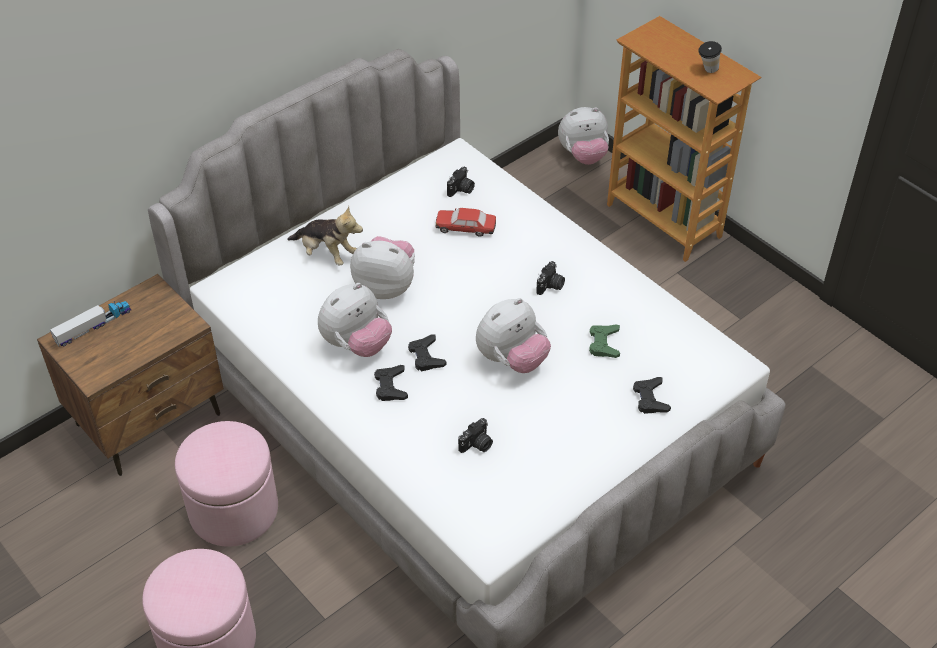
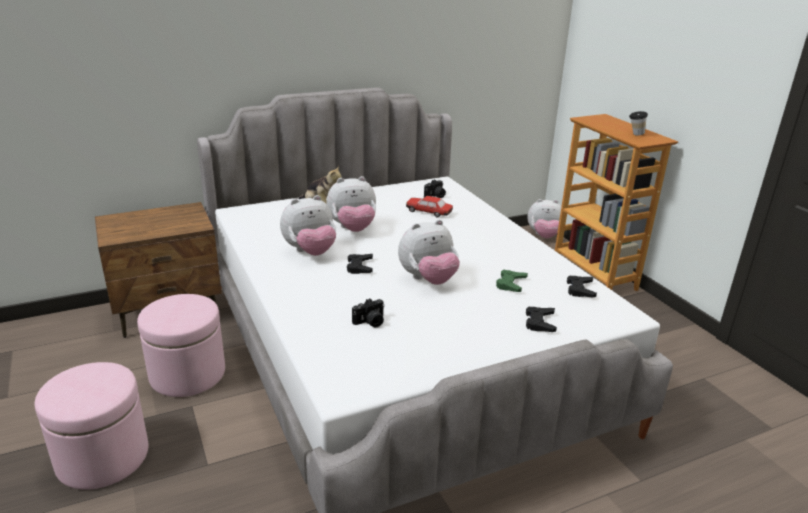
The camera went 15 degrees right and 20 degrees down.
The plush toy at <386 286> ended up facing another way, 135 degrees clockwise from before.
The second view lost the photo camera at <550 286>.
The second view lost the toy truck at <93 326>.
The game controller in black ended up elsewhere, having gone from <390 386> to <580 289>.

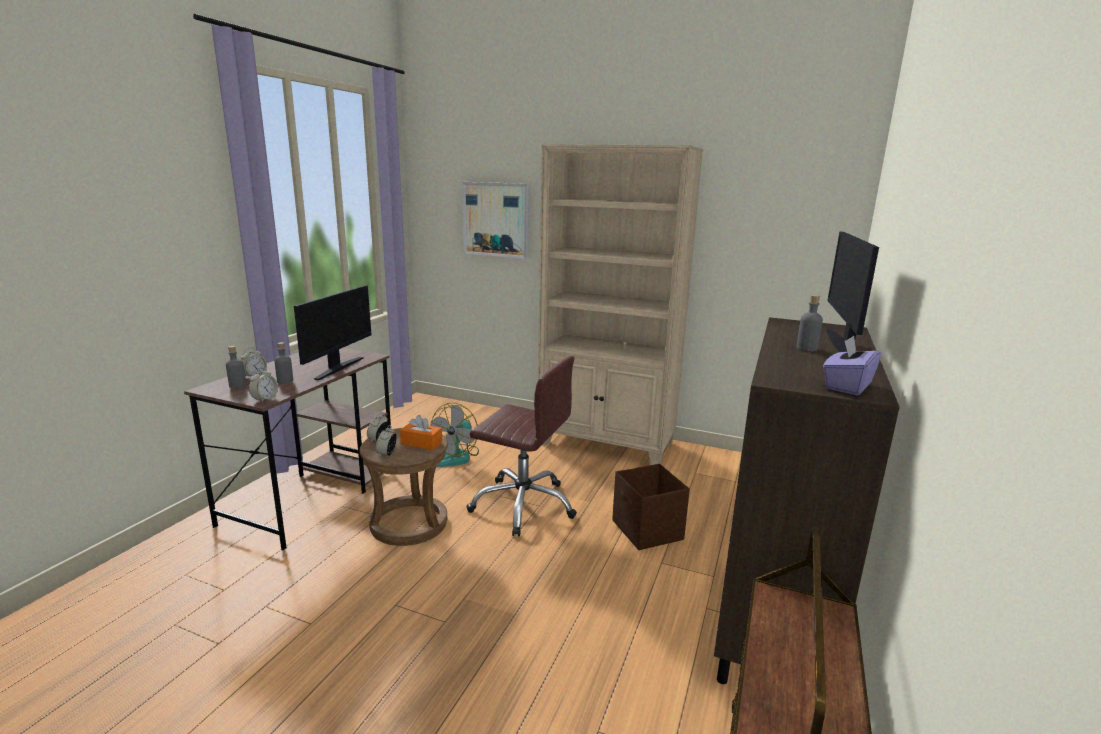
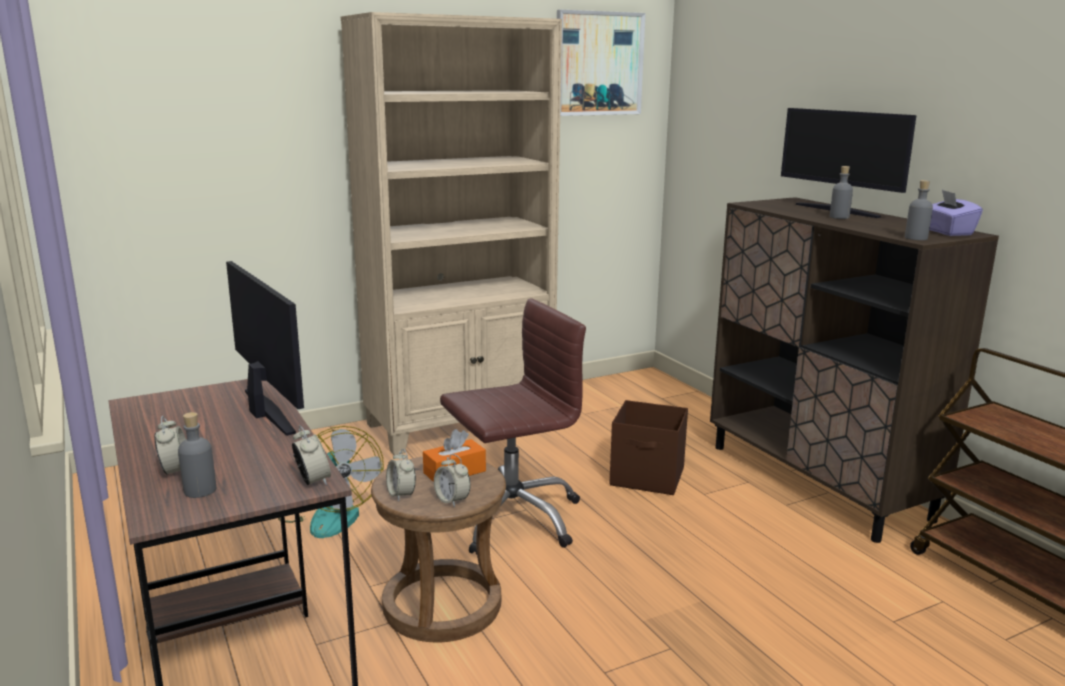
The camera went 50 degrees left and 0 degrees up.
The picture ended up elsewhere, having gone from <496 219> to <598 64>.
The bottle in grey ended up elsewhere, having gone from <285 381> to <916 238>.

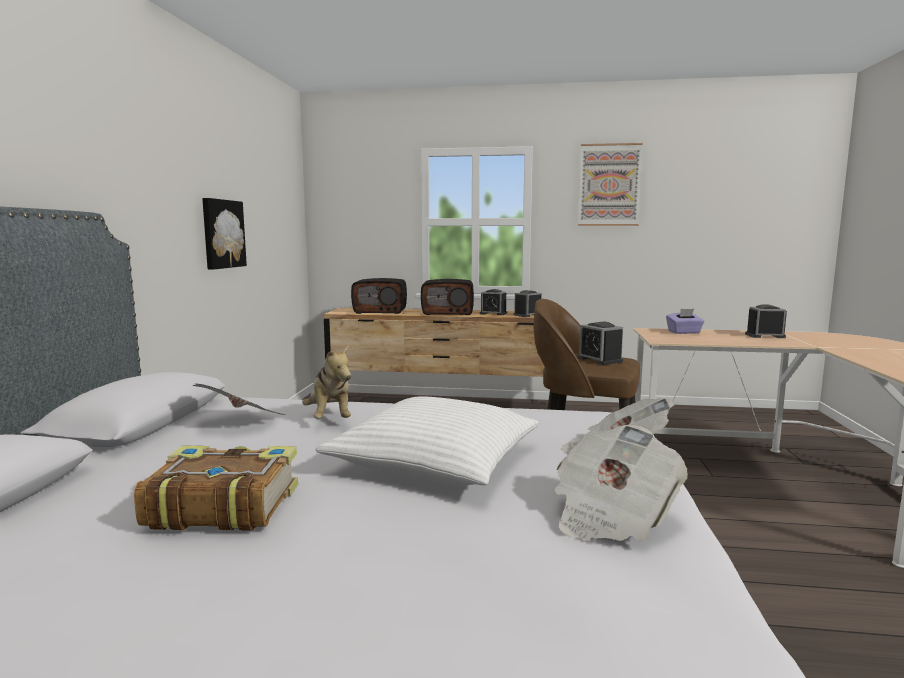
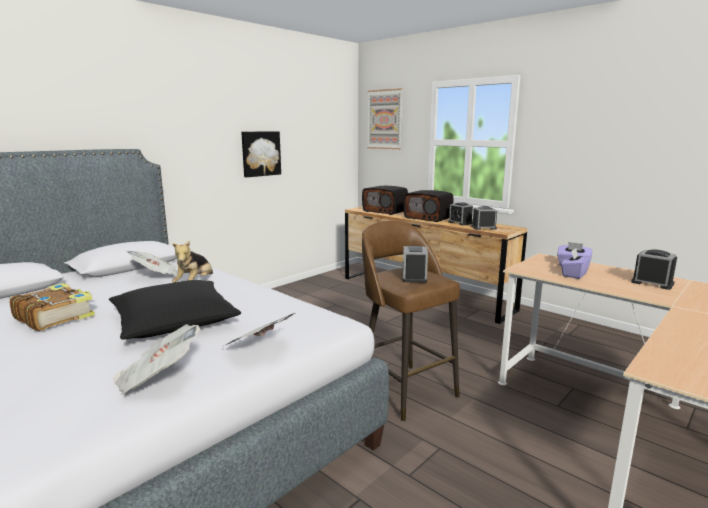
The camera went 35 degrees right and 5 degrees up.
The picture ended up elsewhere, having gone from <609 185> to <385 119>.
What was the pillow in white at <436 461> turned into the pillow in black at <175 321>.
The second view gained the tissue box in purple at <574 274>.

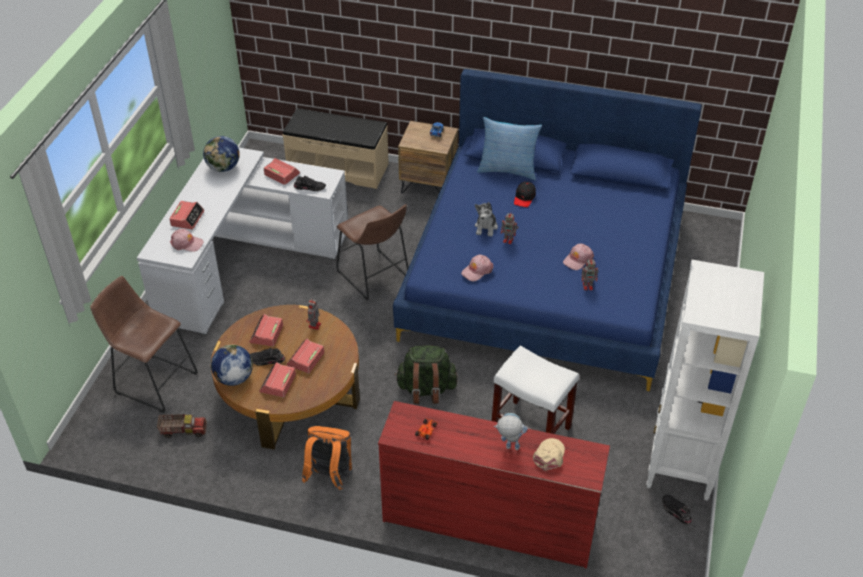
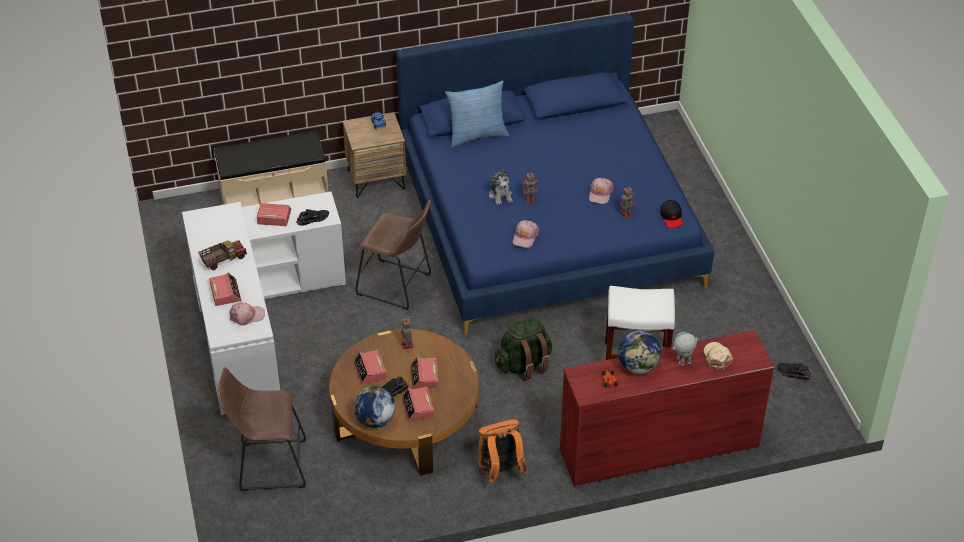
The camera went 30 degrees left and 0 degrees up.
The globe ended up elsewhere, having gone from <224 168> to <638 367>.
The cap in black ended up elsewhere, having gone from <524 198> to <672 217>.
The second view lost the bookcase in white at <680 464>.
The toy truck ended up elsewhere, having gone from <183 430> to <223 260>.

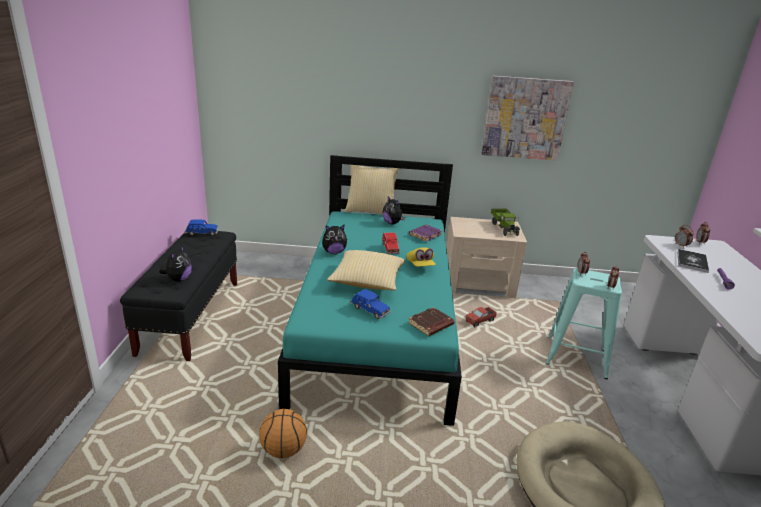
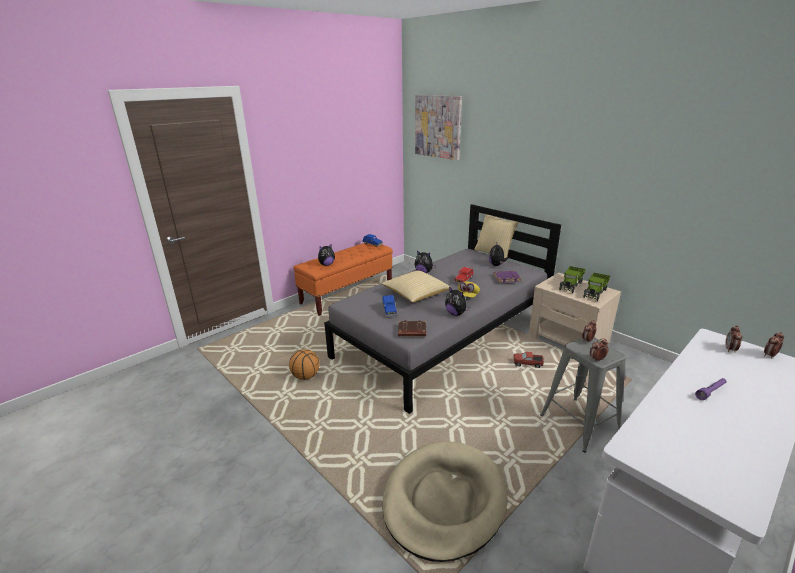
The camera went 45 degrees right and 0 degrees up.
The picture ended up elsewhere, having gone from <525 118> to <438 126>.
What was the bed in turquoise at <377 325> turned into the bed in grey at <445 337>.
What was the bench in black at <191 316> turned into the bench in orange at <347 294>.
The second view lost the book at <692 261>.
What was the stool in turquoise at <576 357> turned into the stool in grey at <579 424>.
The second view gained the toy truck at <571 285>.
The second view gained the plush toy at <456 314>.

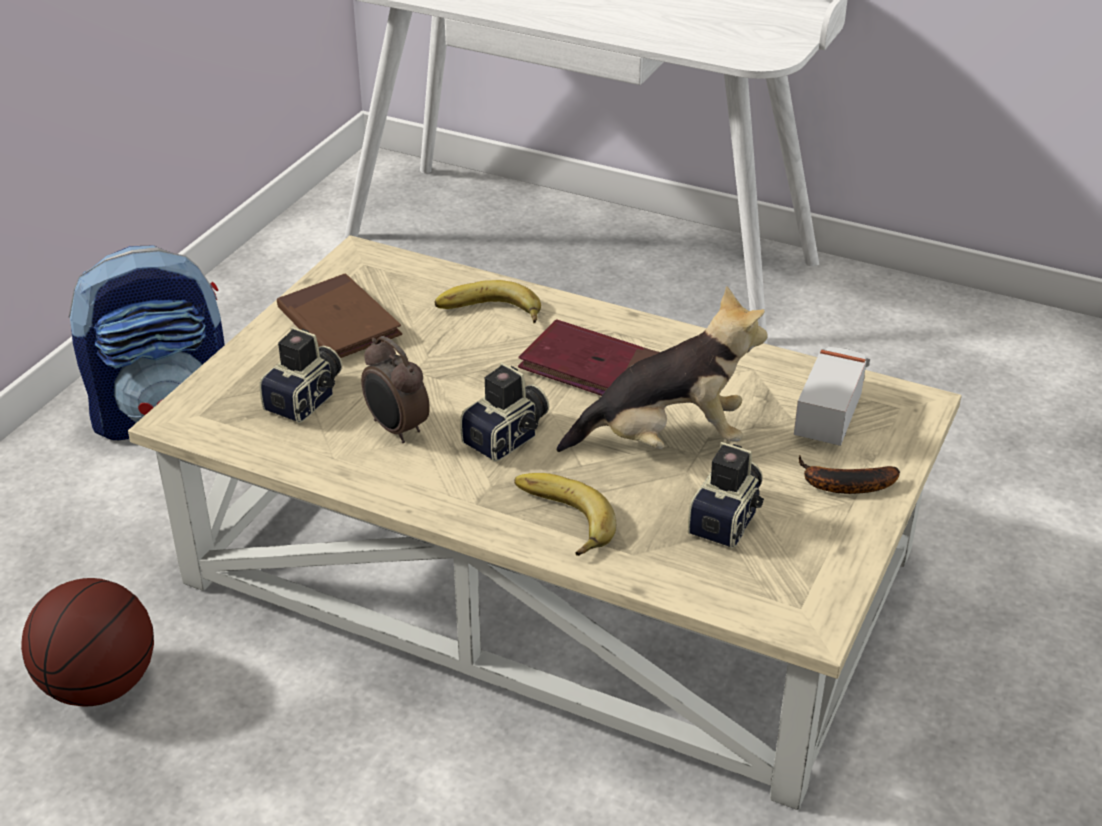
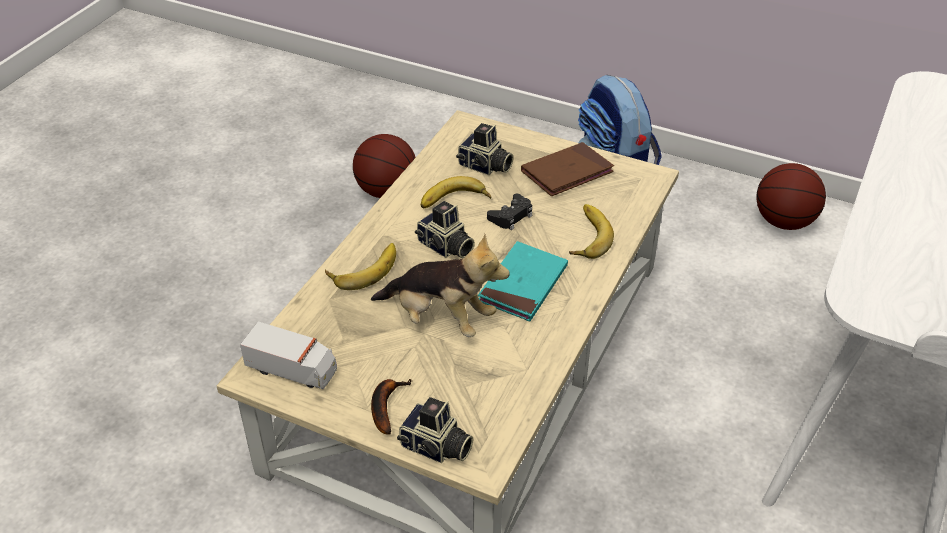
The camera went 90 degrees right and 5 degrees up.
The plush toy at <666 440> ended up facing another way, 60 degrees counterclockwise from before.
What was the book in red at <592 368> turned into the book in turquoise at <523 285>.
Where the alarm clock stood at <396 429>, the banana came to stand at <455 201>.
The toy truck ended up elsewhere, having gone from <830 412> to <292 370>.
The photo camera ended up elsewhere, having gone from <729 519> to <436 448>.
The second view gained the basketball at <784 222>.
The second view gained the game controller in black at <511 216>.

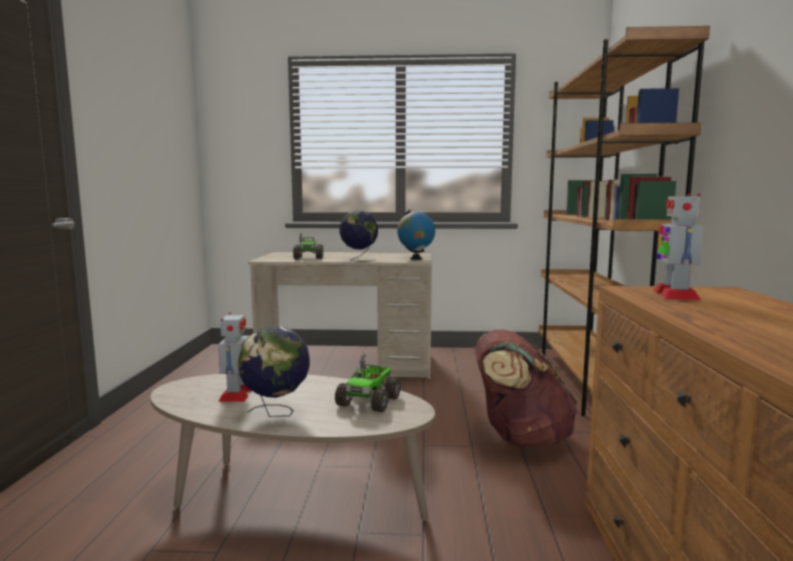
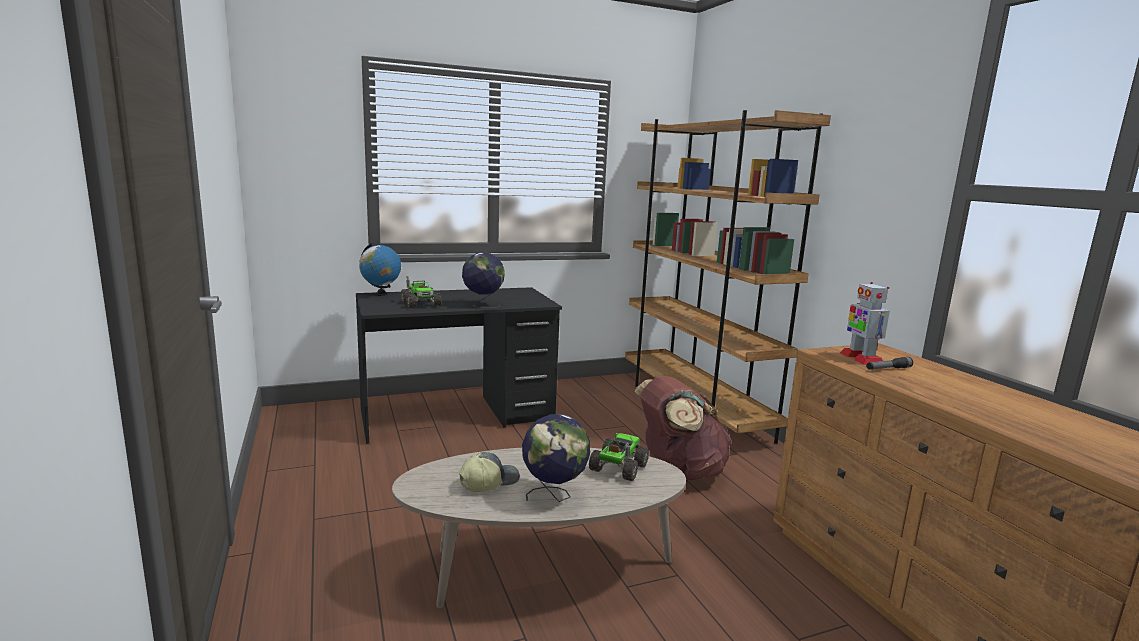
The camera went 25 degrees left and 5 degrees up.
The globe ended up elsewhere, having gone from <415 259> to <381 294>.
What was the desk in beige at <348 365> turned into the desk in black at <457 415>.
Where the toy robot stood at <237 394>, the cap came to stand at <488 482>.
The toy truck at <369 401> ended up facing another way, 150 degrees counterclockwise from before.
The second view gained the flashlight at <888 369>.

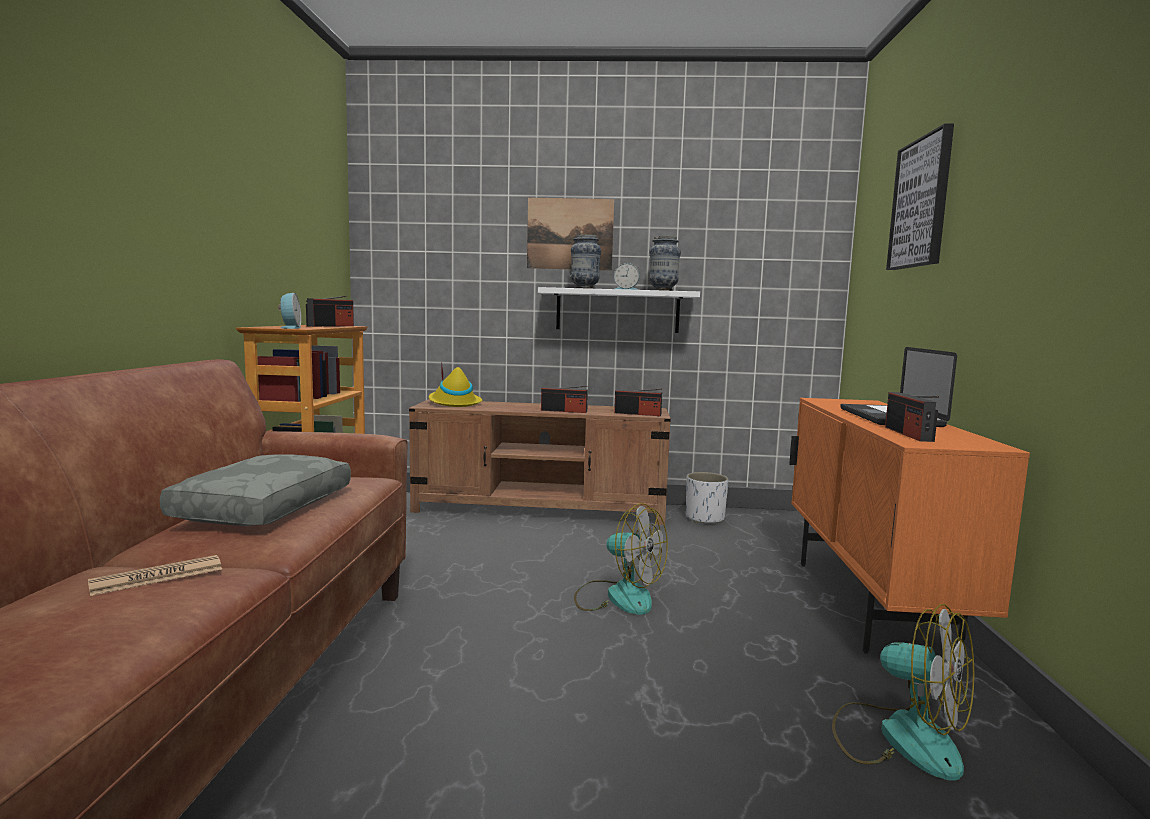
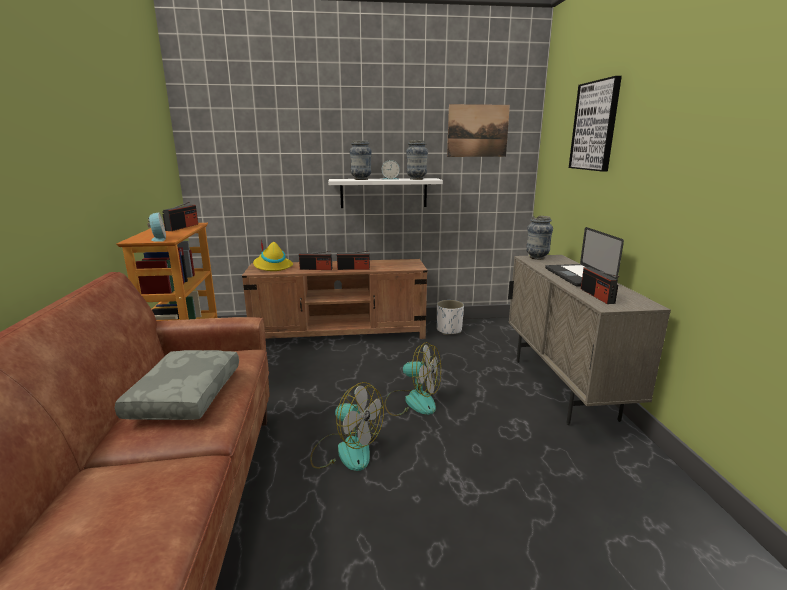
The camera went 10 degrees left and 10 degrees up.
The picture ended up elsewhere, having gone from <570 234> to <477 131>.
The radio ended up elsewhere, having gone from <637 414> to <316 269>.
What was the cabinet in orange at <869 605> turned into the cabinet in beige at <562 388>.
The second view lost the newspaper at <157 576>.
The fan ended up elsewhere, having gone from <899 737> to <346 450>.
The second view gained the vase at <537 257>.

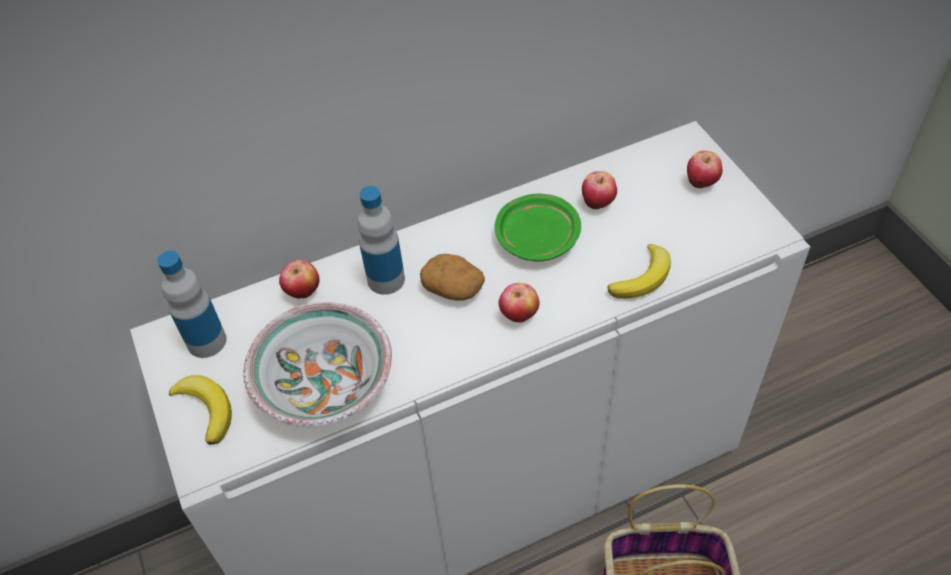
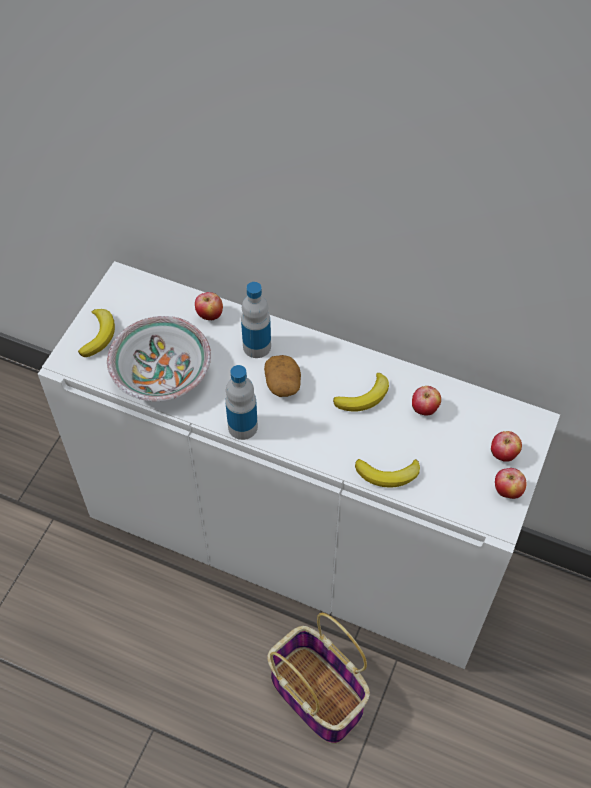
The camera went 45 degrees right and 5 degrees up.
Where the plate in green stood at <537 237>, the banana came to stand at <364 397>.
The bottle ended up elsewhere, having gone from <206 341> to <242 427>.
The apple ended up elsewhere, having gone from <519 316> to <507 492>.

